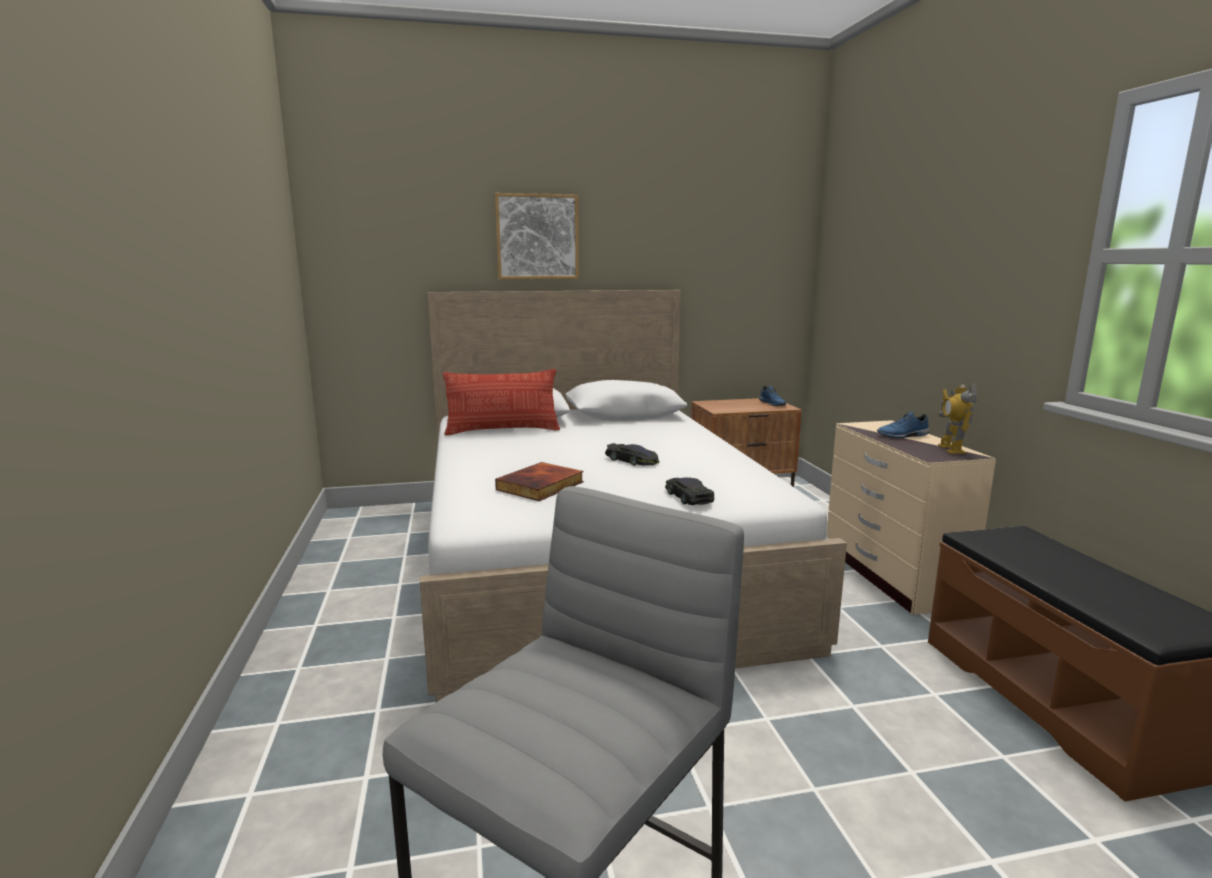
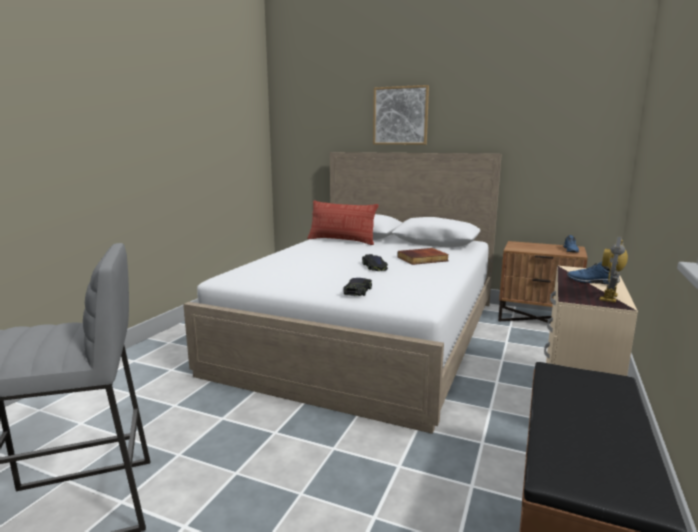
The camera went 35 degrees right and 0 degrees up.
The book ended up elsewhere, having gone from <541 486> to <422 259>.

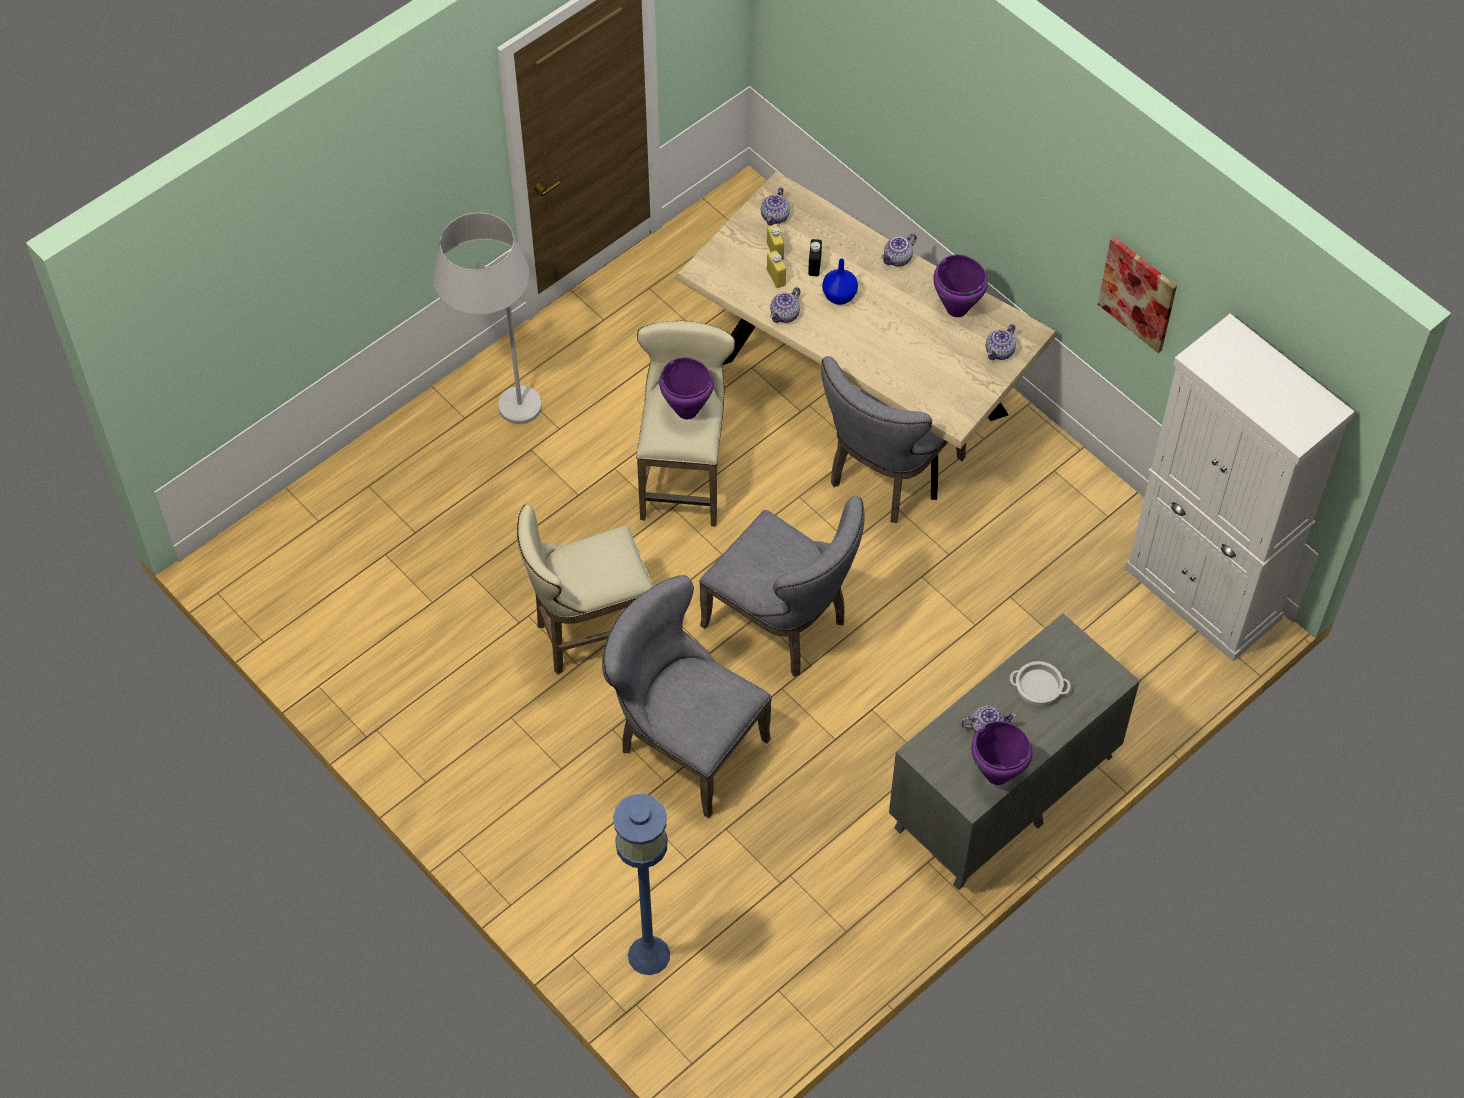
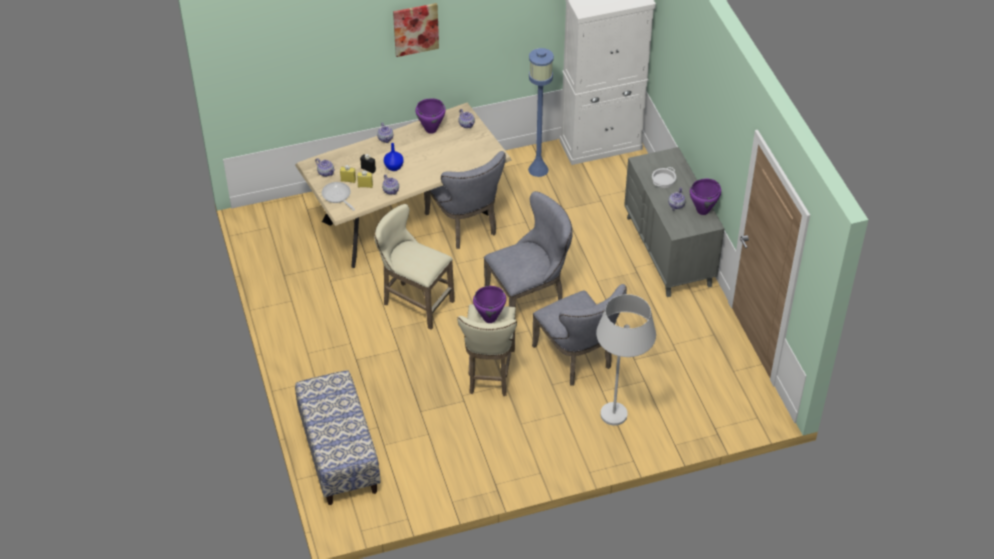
The camera went 65 degrees left and 10 degrees down.
The floor lamp in white ended up elsewhere, having gone from <500 418> to <618 426>.
The picture ended up elsewhere, having gone from <1138 293> to <415 29>.
The cooking pot in purple ended up elsewhere, having gone from <687 411> to <490 318>.
The chair in grey at <684 744> ended up facing another way, 90 degrees counterclockwise from before.
The floor lamp in blue ended up elsewhere, having gone from <648 955> to <538 170>.
The second view gained the frying pan at <337 196>.
The second view gained the bench at <339 454>.

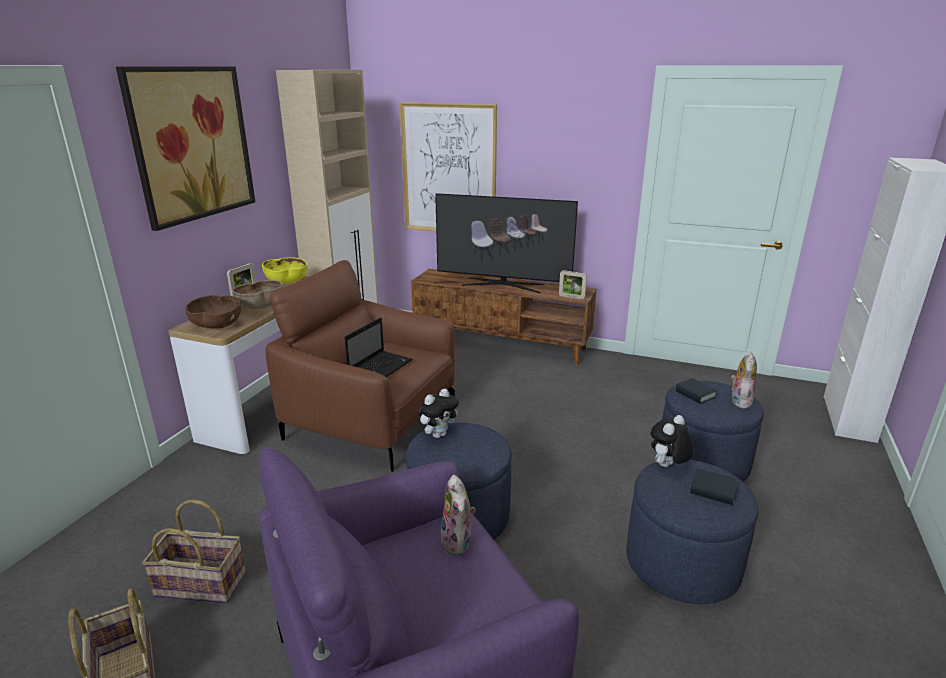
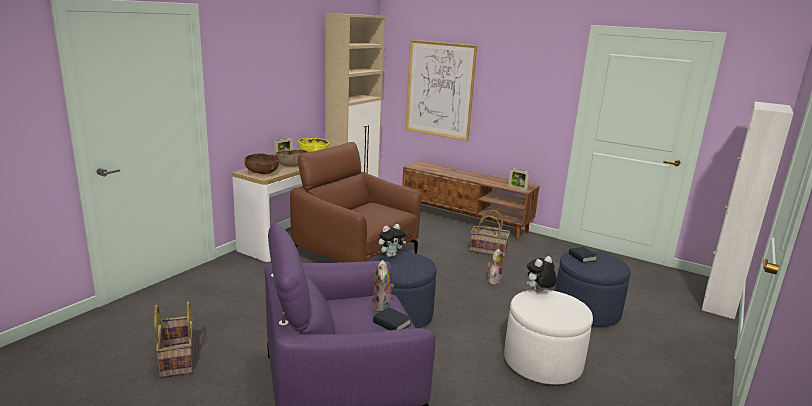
The camera went 10 degrees right and 5 degrees down.
The second view lost the picture at <192 144>.
The second view lost the television at <502 285>.
The second view lost the laptop at <381 367>.
The plush toy ended up elsewhere, having gone from <739 401> to <493 280>.
What was the ottoman in blue at <682 563> turned into the ottoman in white at <542 362>.
The book ended up elsewhere, having gone from <712 491> to <392 324>.
The basket ended up elsewhere, having gone from <202 583> to <488 251>.

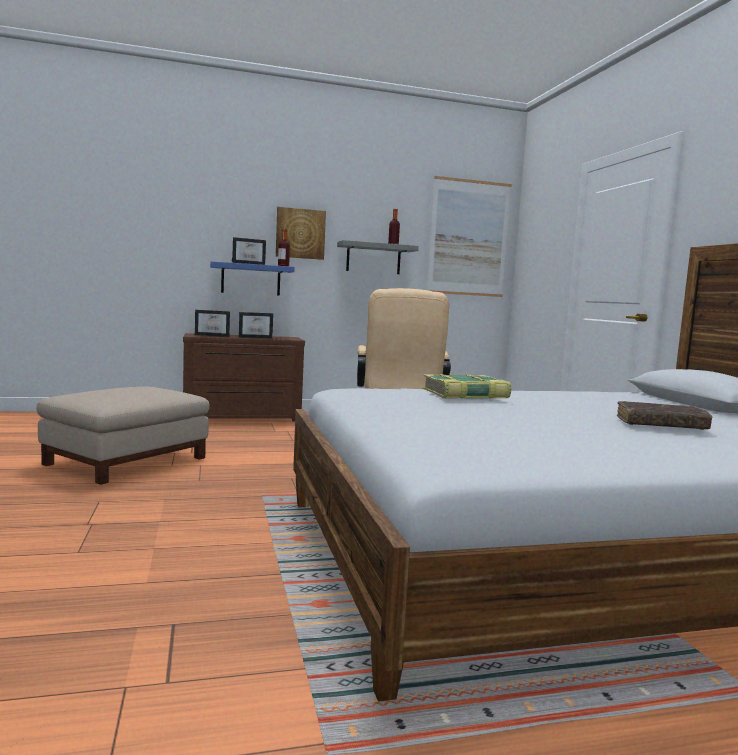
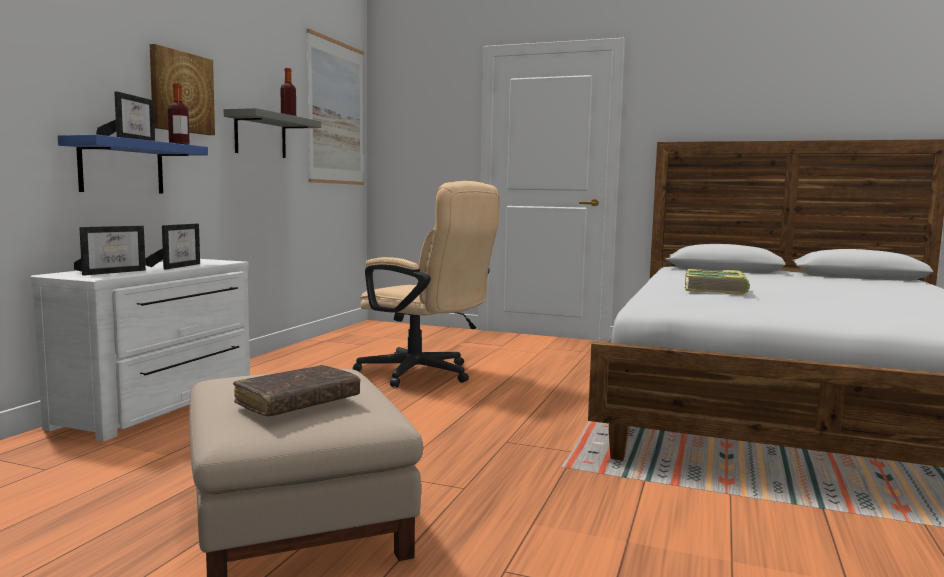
The camera went 55 degrees left and 0 degrees up.
What was the dresser in brown at <242 417> turned into the dresser in white at <162 405>.
The book in brown ended up elsewhere, having gone from <660 425> to <298 402>.

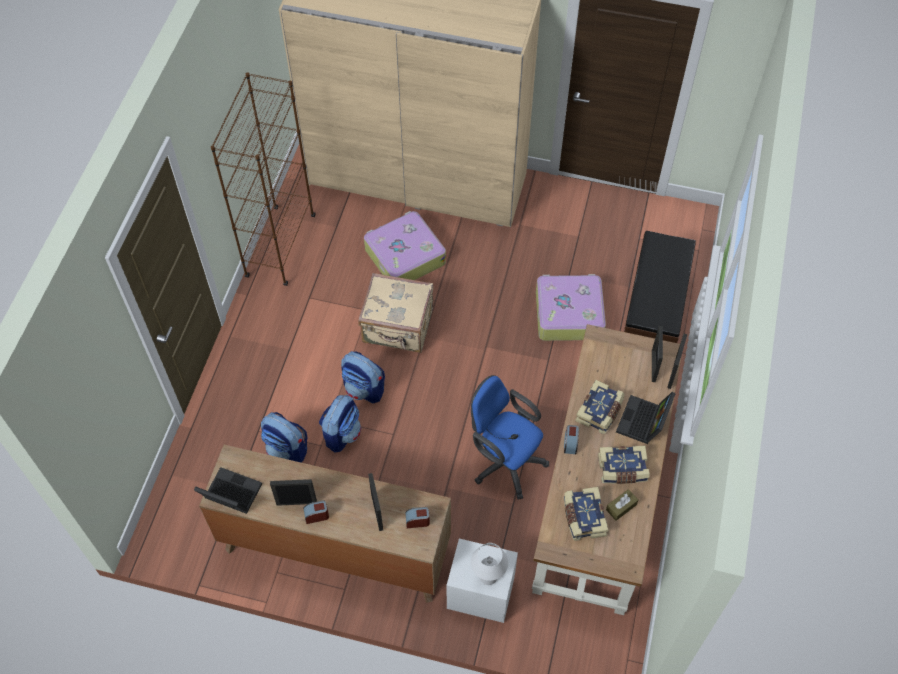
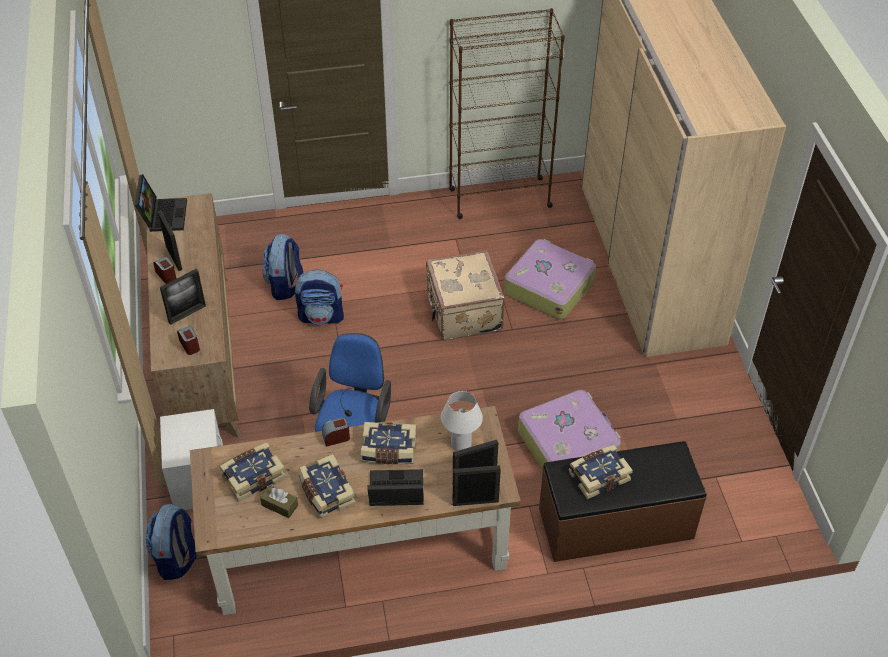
The camera went 65 degrees right and 10 degrees down.
The backpack ended up elsewhere, having gone from <364 389> to <177 558>.
The table lamp in white ended up elsewhere, having gone from <488 576> to <461 444>.
The second view gained the book at <598 476>.

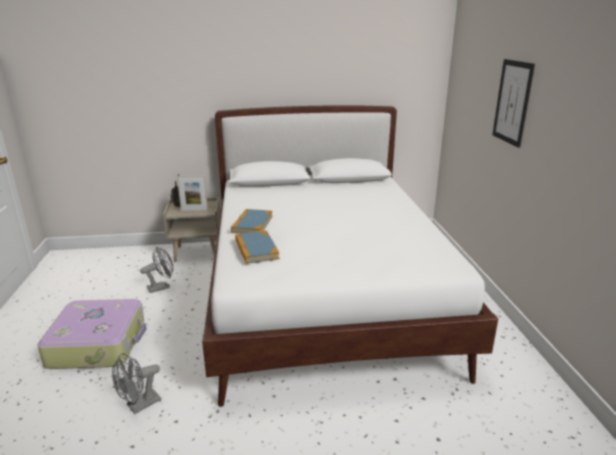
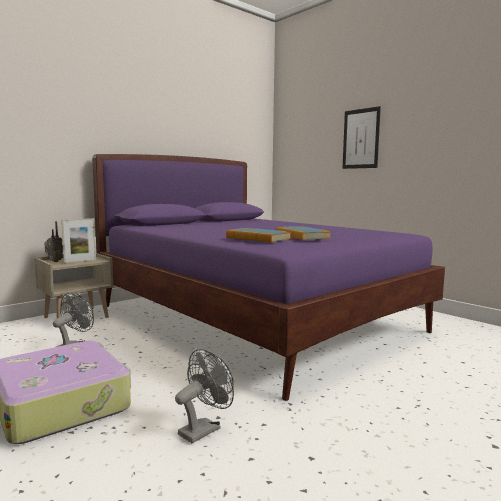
The camera went 35 degrees left and 15 degrees down.
What was the bed in white at <324 297> turned into the bed in purple at <255 318>.
The book ended up elsewhere, having gone from <252 224> to <302 236>.
The fan in grey at <139 406> ended up facing another way, 150 degrees counterclockwise from before.

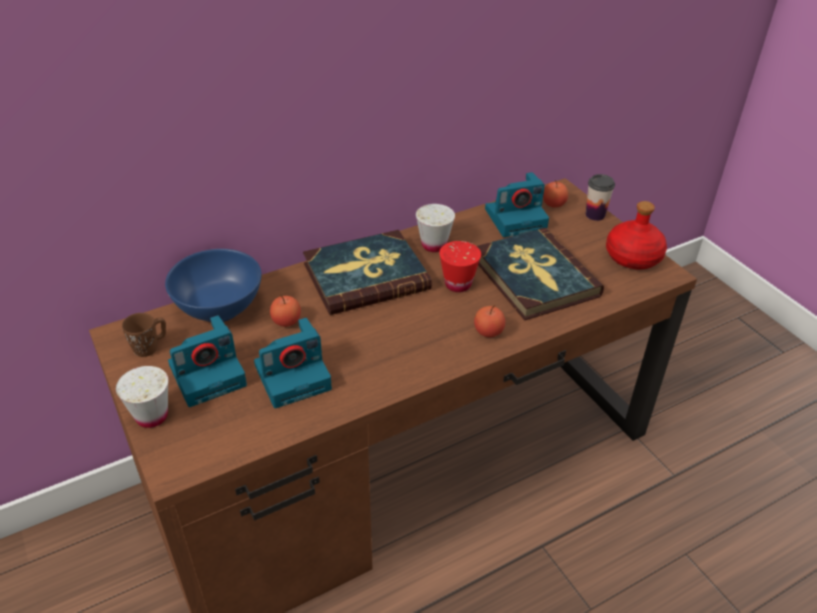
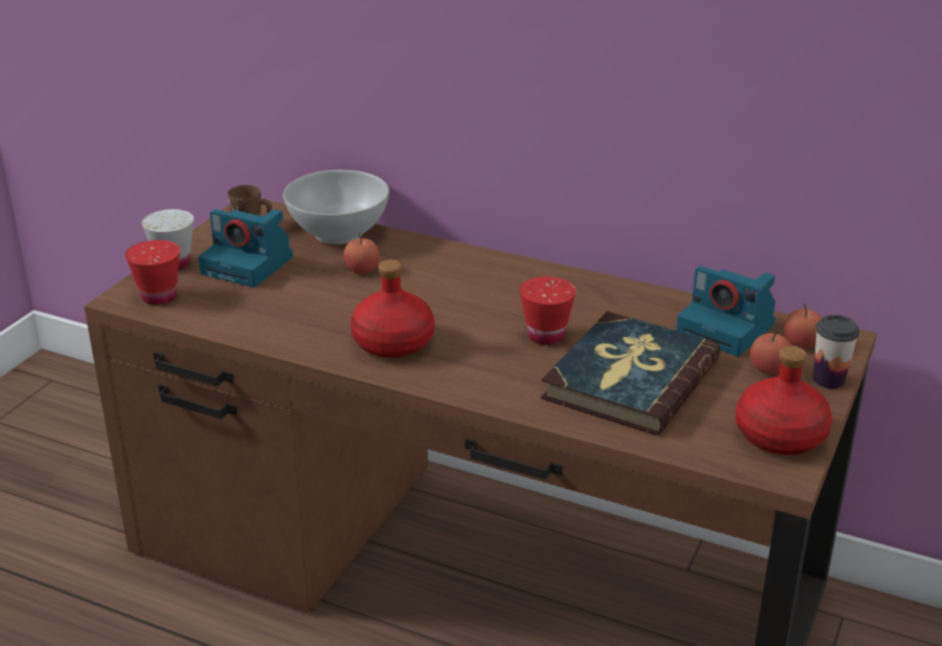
The camera went 55 degrees right and 10 degrees down.
The second view lost the cup in white at <434 245>.
The second view lost the book at <366 276>.
What was the bowl in blue at <220 308> turned into the bowl in white at <339 234>.
The apple ended up elsewhere, having gone from <488 332> to <768 369>.
The second view lost the photo camera at <294 376>.
The second view gained the cup in red at <159 297>.
The second view gained the bottle in red at <392 343>.

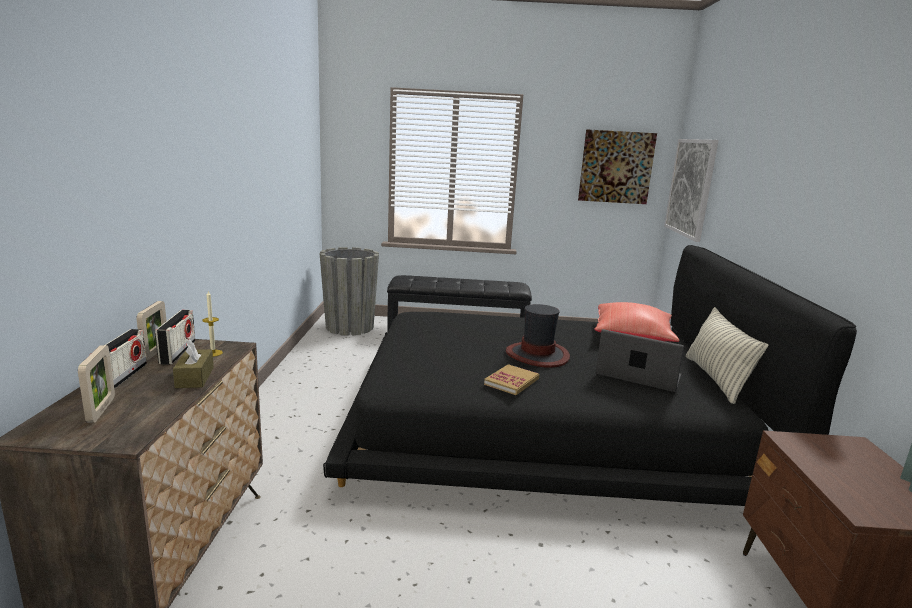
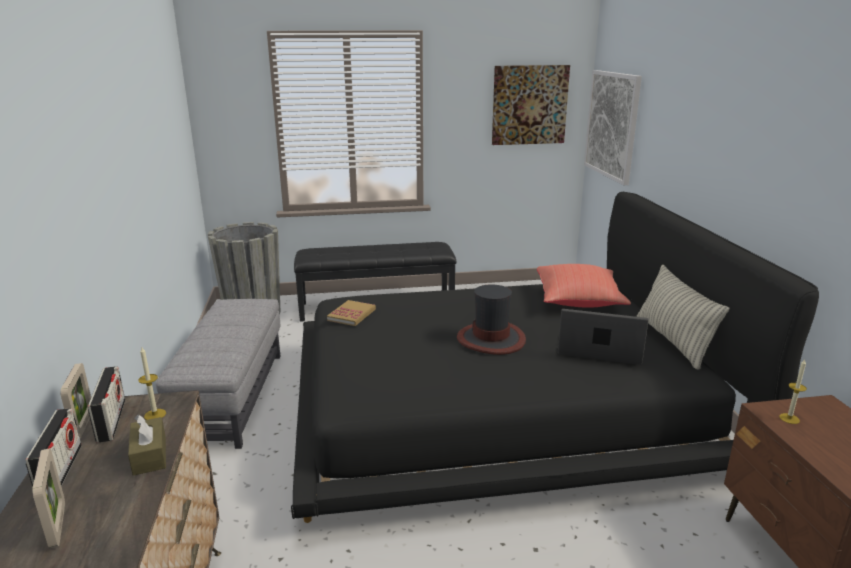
The camera went 10 degrees left and 5 degrees up.
The book ended up elsewhere, having gone from <511 382> to <352 315>.
The second view gained the ottoman in grey at <234 397>.
The second view gained the candle at <789 418>.

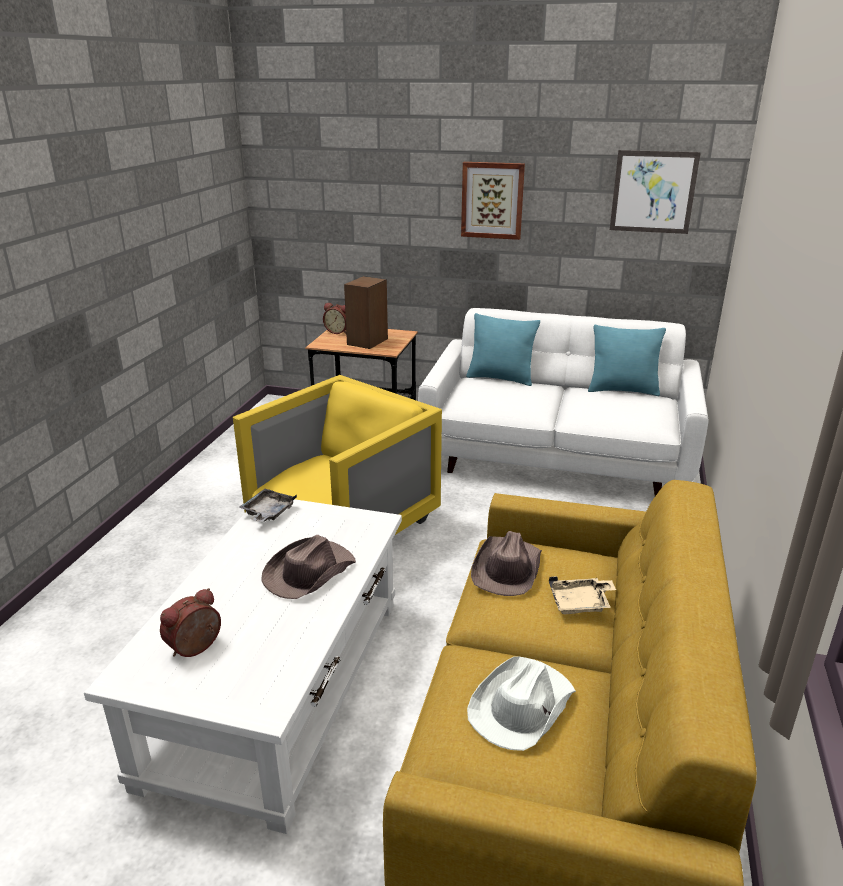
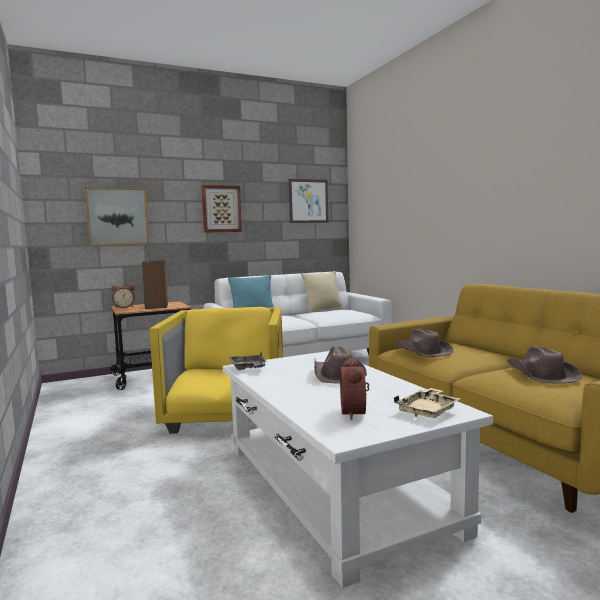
The camera went 40 degrees left and 20 degrees down.
What was the pillow in turquoise at <622 390> turned into the pillow in beige at <323 310>.
The tray in beige ended up elsewhere, having gone from <580 603> to <428 411>.
What was the hat in white at <521 706> turned into the hat in brown at <541 375>.
The second view gained the picture at <117 216>.

